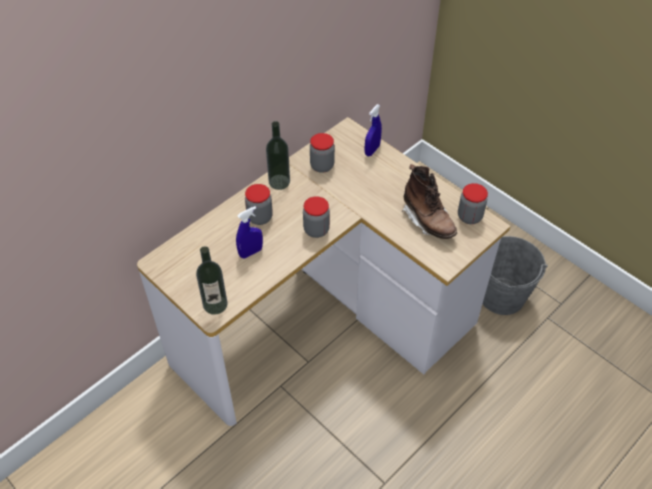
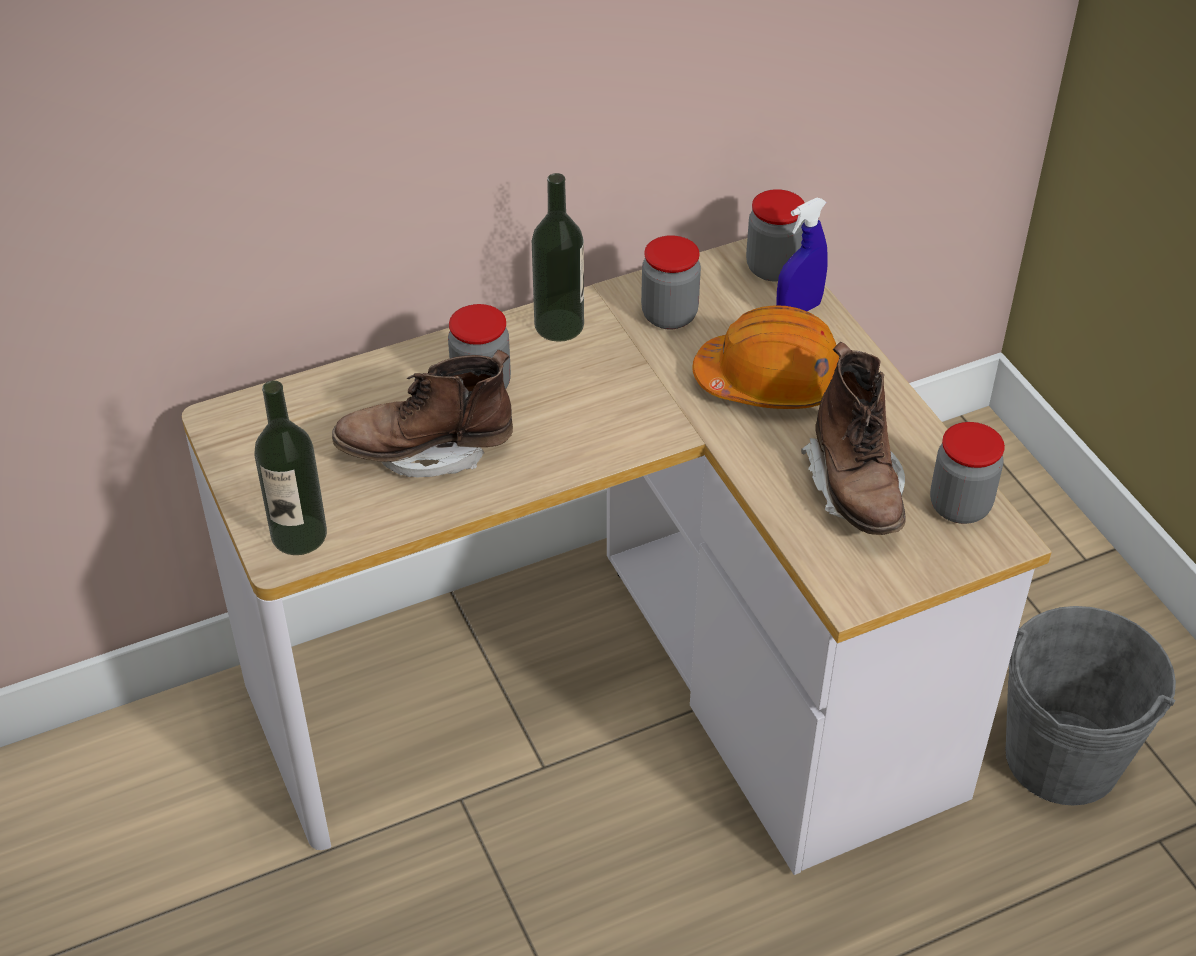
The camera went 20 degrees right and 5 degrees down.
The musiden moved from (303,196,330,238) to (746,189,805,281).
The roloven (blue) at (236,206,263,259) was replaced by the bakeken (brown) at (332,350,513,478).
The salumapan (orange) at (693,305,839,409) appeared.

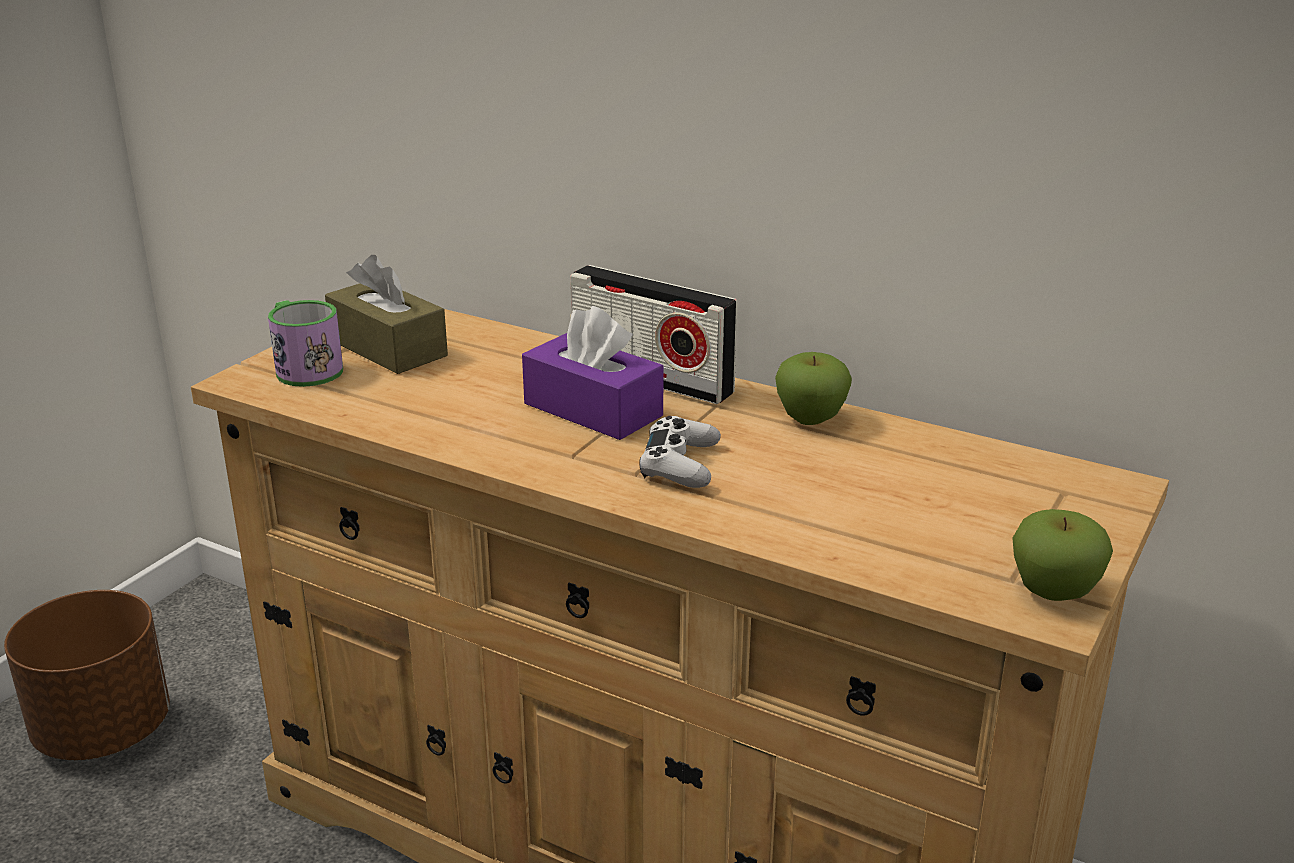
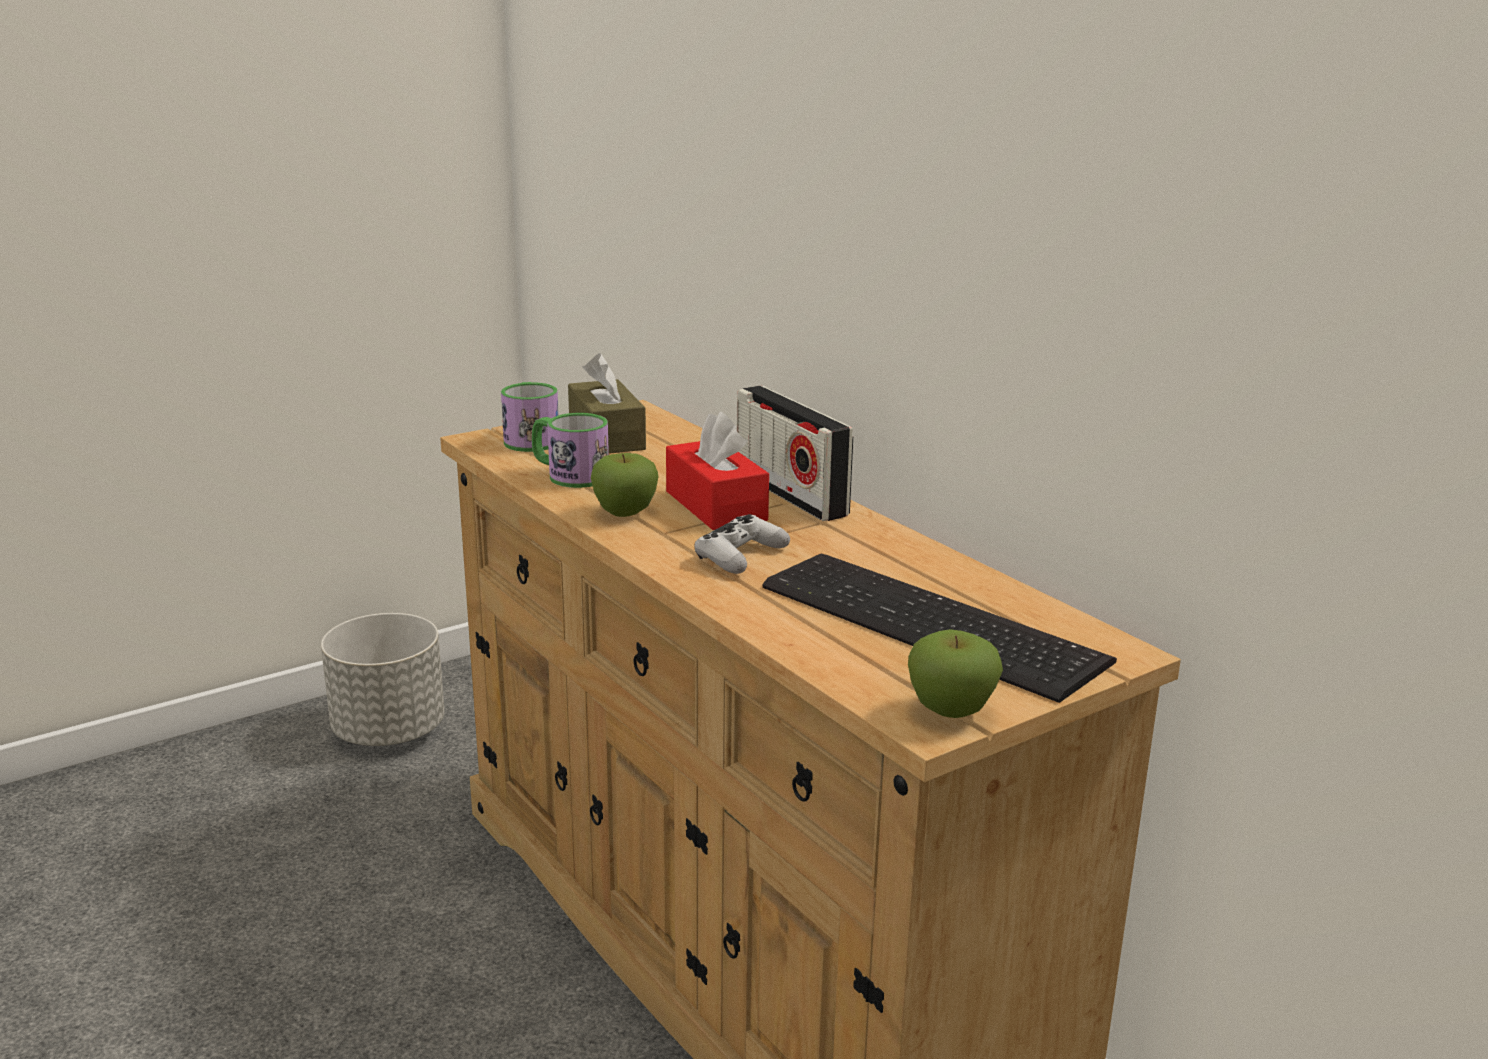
The camera went 25 degrees right and 5 degrees down.
The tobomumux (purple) at (522,306,664,440) became the tobomumux (red) at (666,411,769,530).
The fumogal moved from (775,352,852,425) to (591,453,659,517).
The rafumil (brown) at (4,590,170,760) became the rafumil (grey) at (321,613,445,746).
The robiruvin at (532,413,609,488) appeared.
The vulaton at (763,554,1117,703) appeared.

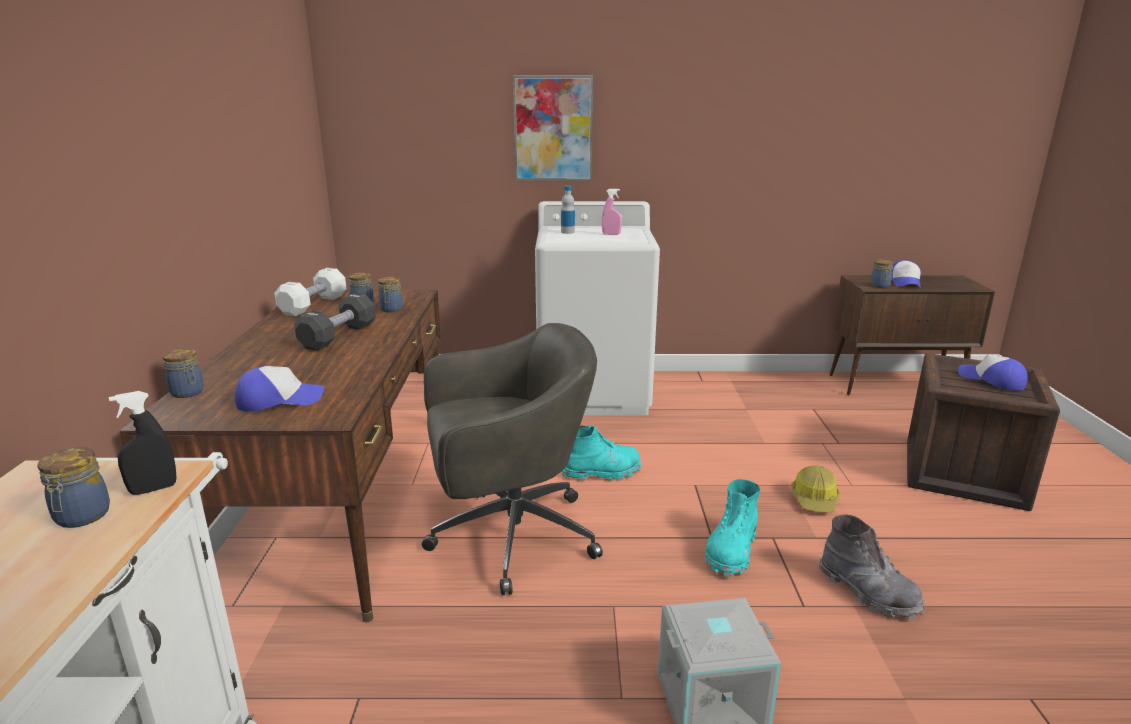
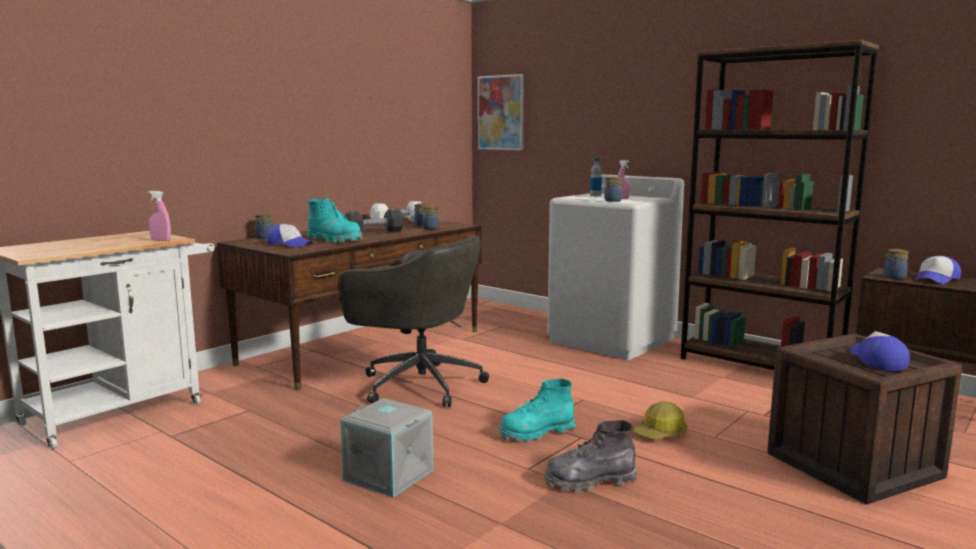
The camera went 40 degrees right and 10 degrees down.
The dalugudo moved from (513,76,593,181) to (478,74,524,150).
The roloven (black) at (109,391,177,495) became the roloven (pink) at (148,191,171,241).
The bakeken (turquoise) moved from (561,425,641,481) to (307,198,362,243).
The musiden moved from (37,447,110,528) to (605,177,622,202).
The bakeken (grey) at (819,514,925,620) turned 75 degrees clockwise.
The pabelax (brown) at (681,40,879,370) appeared.

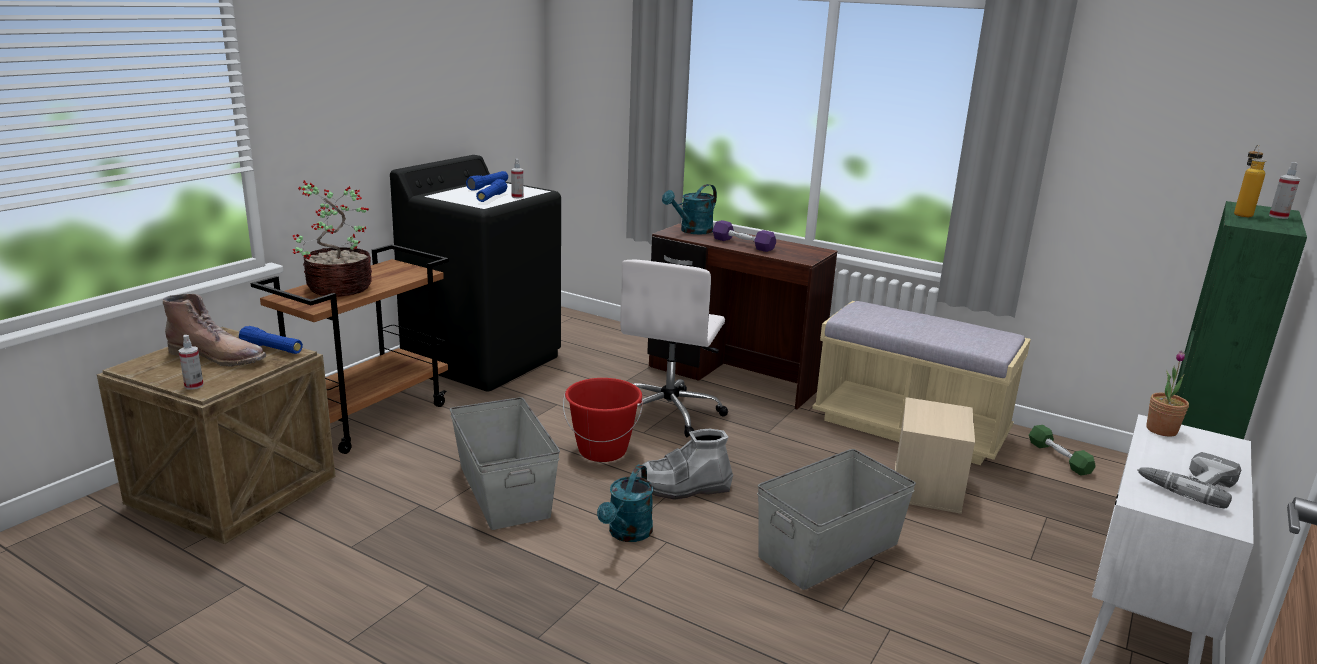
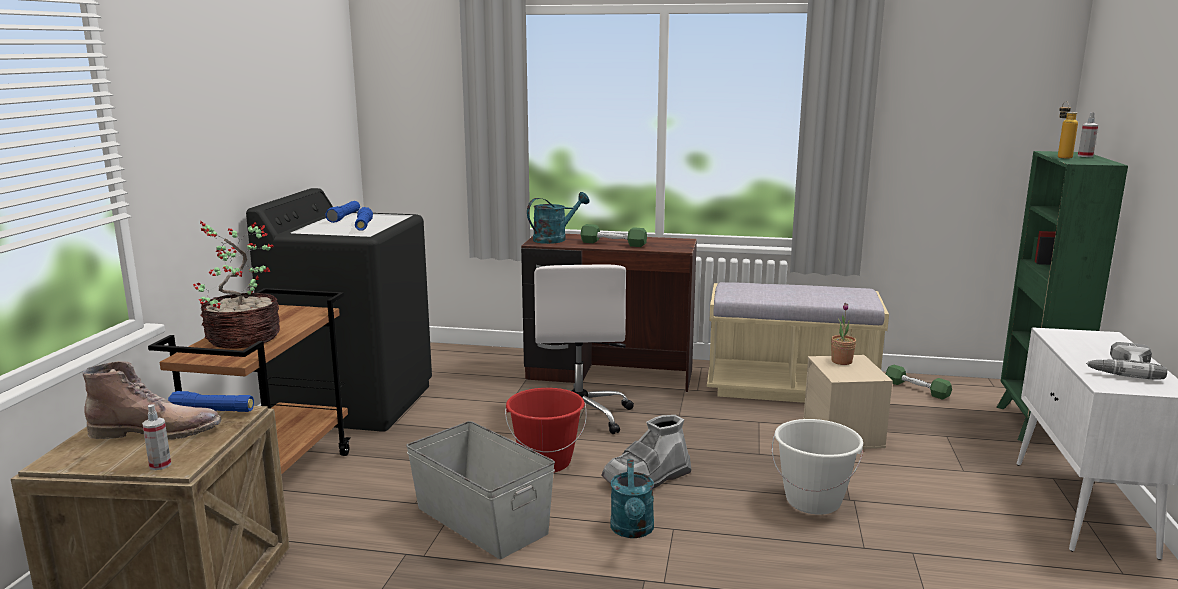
The camera went 20 degrees left and 5 degrees down.
The roloven at (511,159,524,198) disappeared.
The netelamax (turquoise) at (662,184,717,234) turned 150 degrees counterclockwise.
The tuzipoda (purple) at (713,220,776,252) became the tuzipoda (green) at (581,224,647,247).
The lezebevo moved from (1146,351,1189,437) to (831,303,856,365).
The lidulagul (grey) at (757,449,916,590) was replaced by the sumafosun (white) at (772,419,863,515).

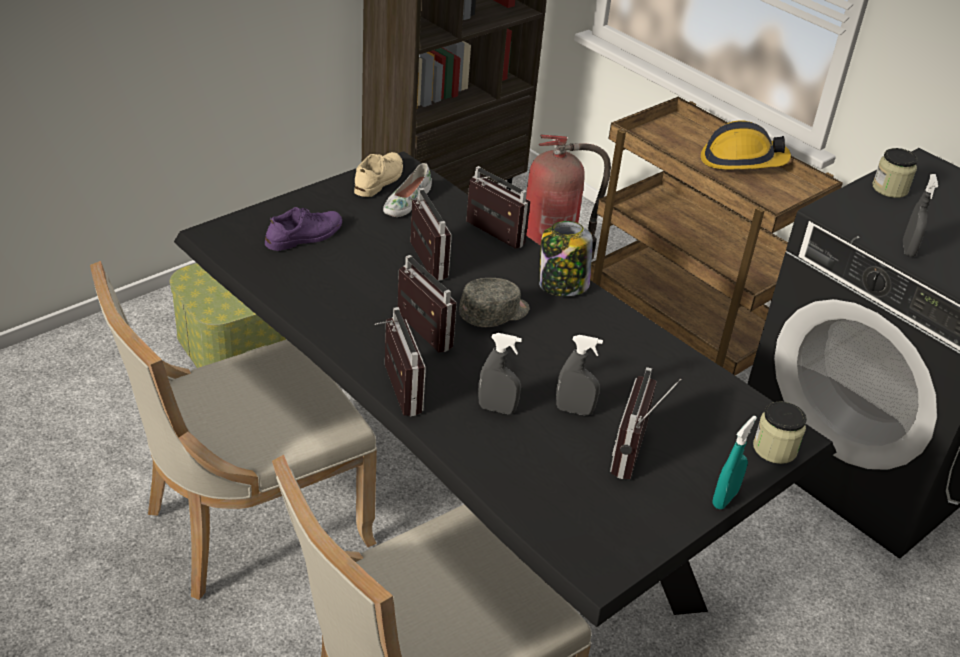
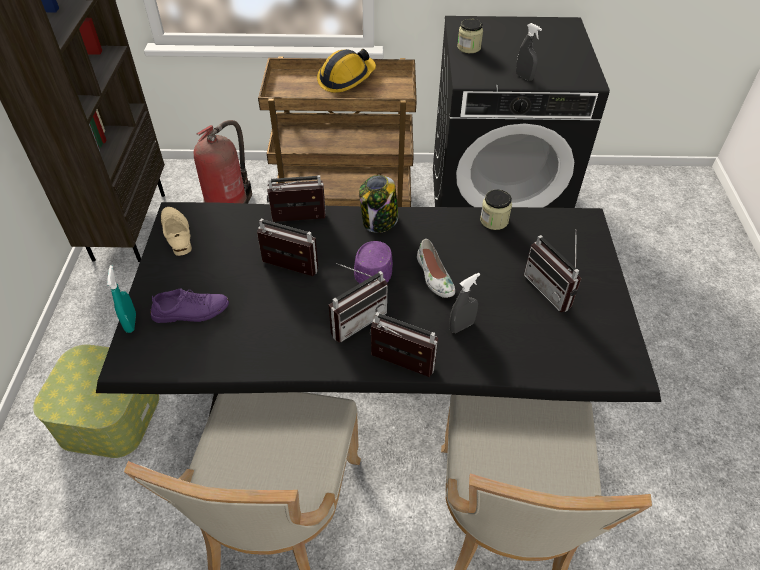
The camera went 45 degrees left and 10 degrees up.
The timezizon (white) moved from (383,163,432,217) to (417,239,455,298).
The timezizon (purple) at (265,207,342,251) turned 75 degrees clockwise.
The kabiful at (398,255,457,353) turned 135 degrees clockwise.
The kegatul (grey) at (459,278,530,327) became the kegatul (purple) at (354,241,393,283).
The roloven (grey) at (556,335,603,416) disappeared.
The musiden moved from (753,401,807,464) to (480,189,512,230).
The roloven (turquoise) moved from (712,416,757,509) to (107,265,136,333).

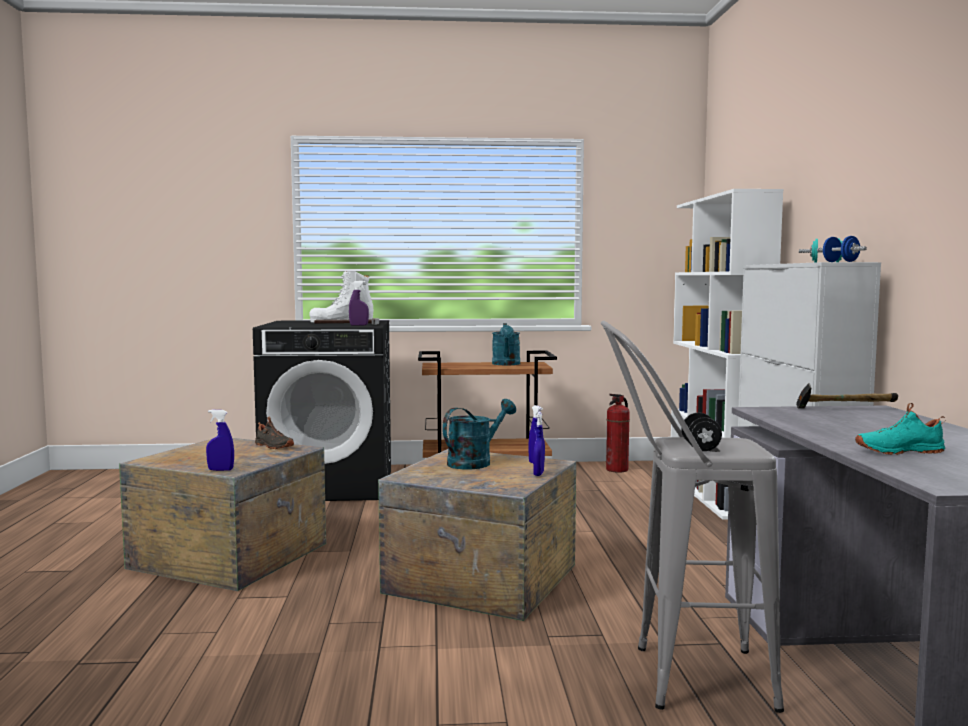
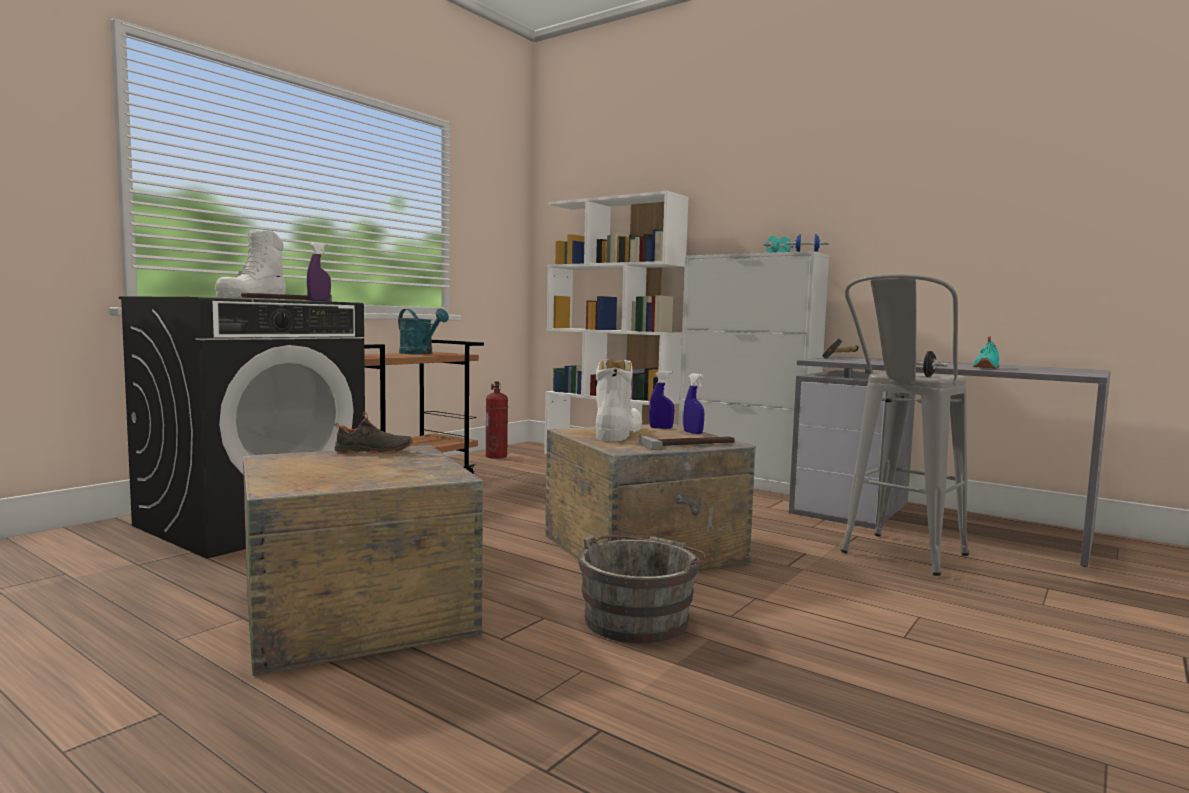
The camera went 50 degrees left and 0 degrees up.
The netelamax (turquoise) at (442,399,516,469) was replaced by the bakeken (white) at (595,359,642,441).
The roloven (blue) at (206,410,234,471) disappeared.
The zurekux at (639,435,735,450) appeared.
The sumafosun (grey) at (578,535,706,643) appeared.

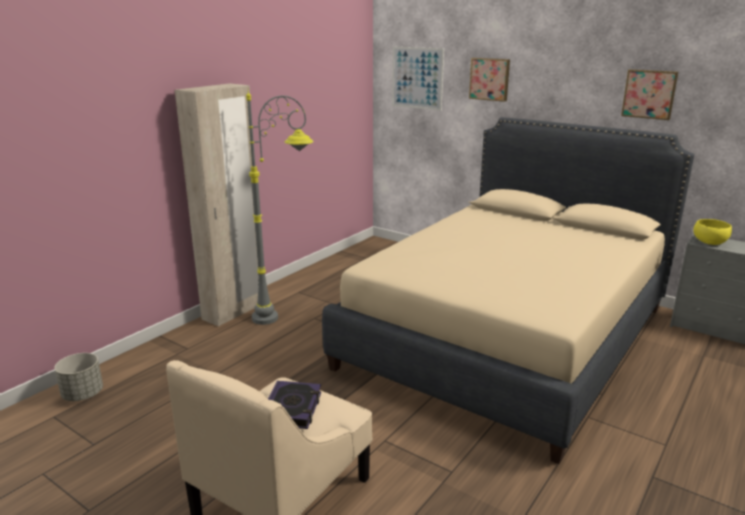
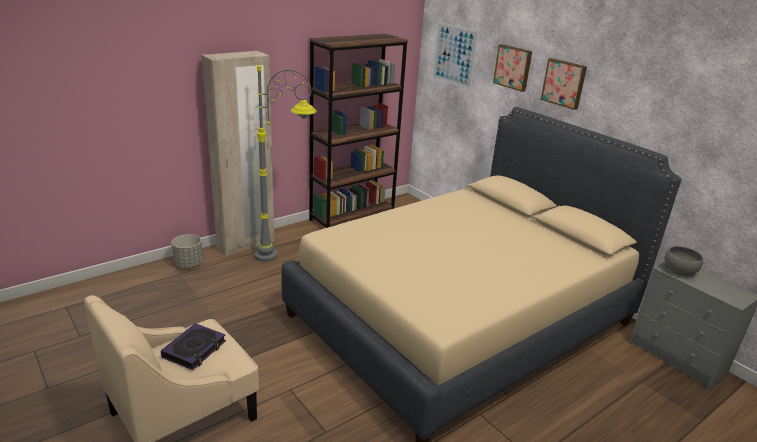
The camera went 15 degrees right and 5 degrees up.
The dalugudo moved from (621,69,678,120) to (541,58,587,110).
The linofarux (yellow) at (693,219,732,245) became the linofarux (grey) at (665,246,703,276).
The rafumil (grey) moved from (54,353,103,401) to (172,234,203,268).
The pabelax (brown) at (309,34,408,228) appeared.

